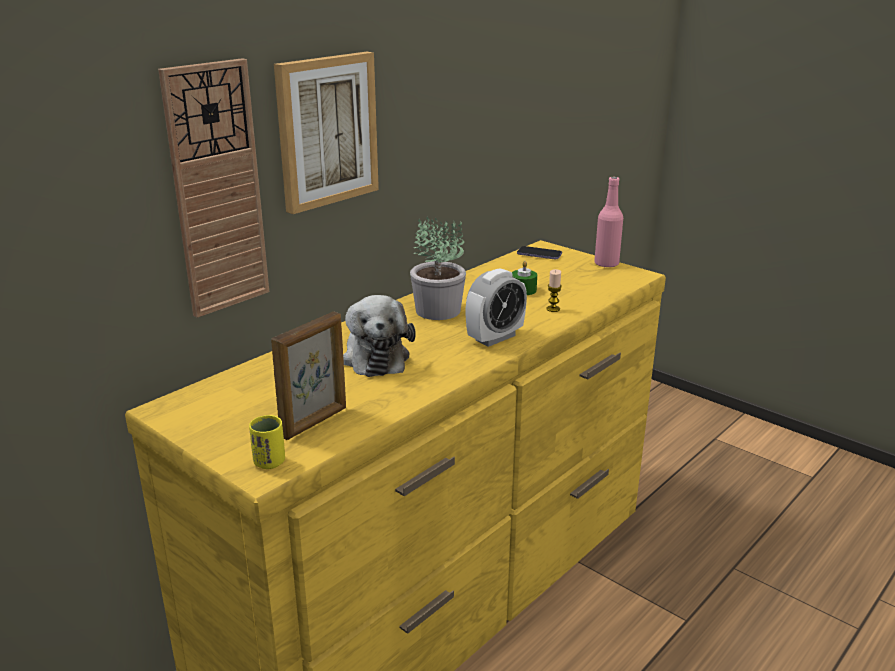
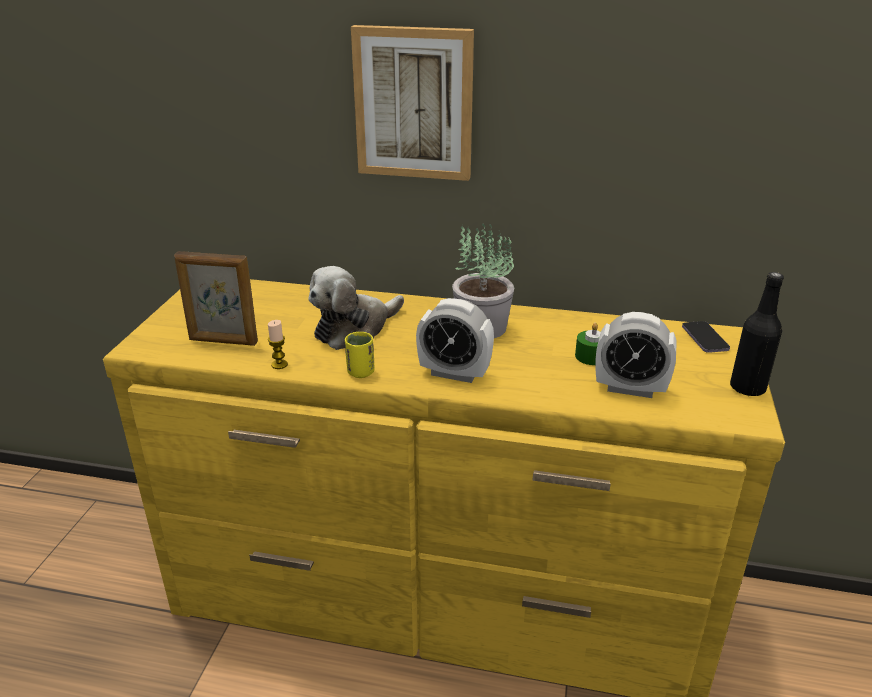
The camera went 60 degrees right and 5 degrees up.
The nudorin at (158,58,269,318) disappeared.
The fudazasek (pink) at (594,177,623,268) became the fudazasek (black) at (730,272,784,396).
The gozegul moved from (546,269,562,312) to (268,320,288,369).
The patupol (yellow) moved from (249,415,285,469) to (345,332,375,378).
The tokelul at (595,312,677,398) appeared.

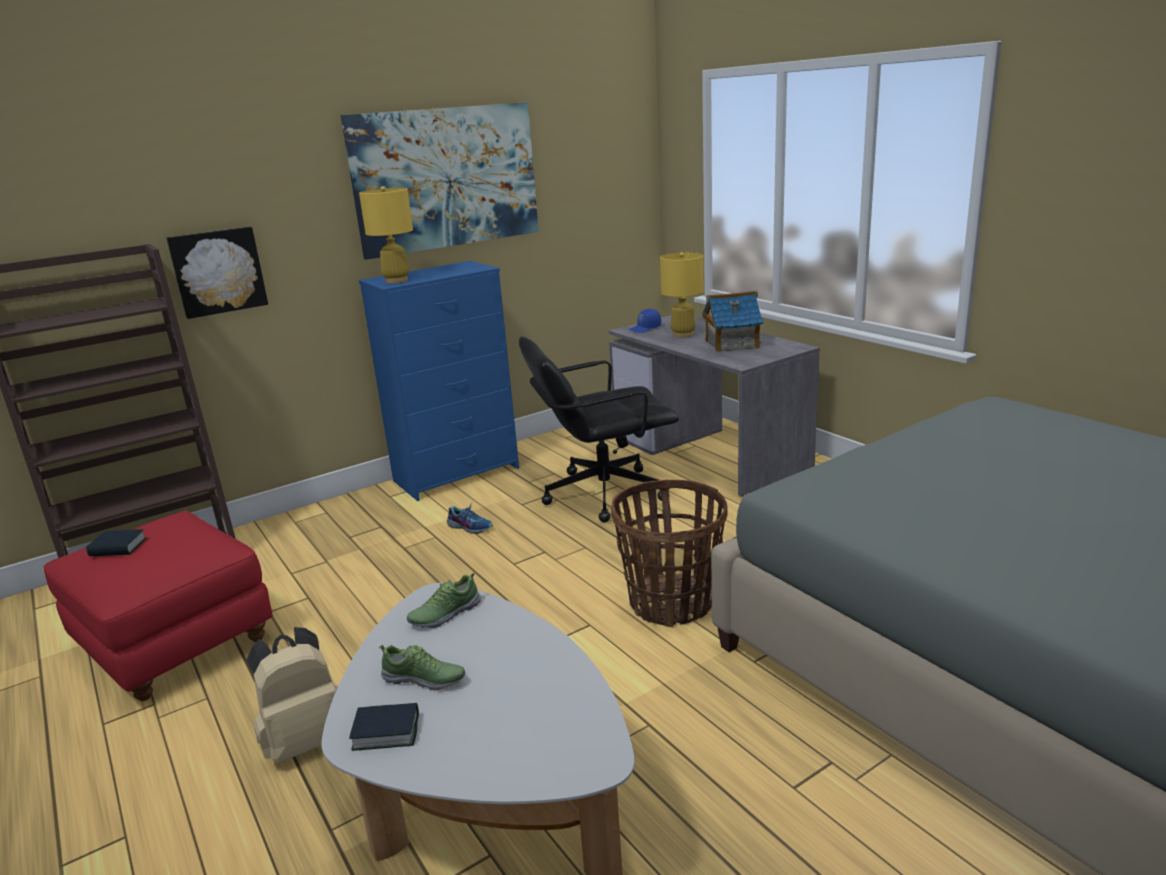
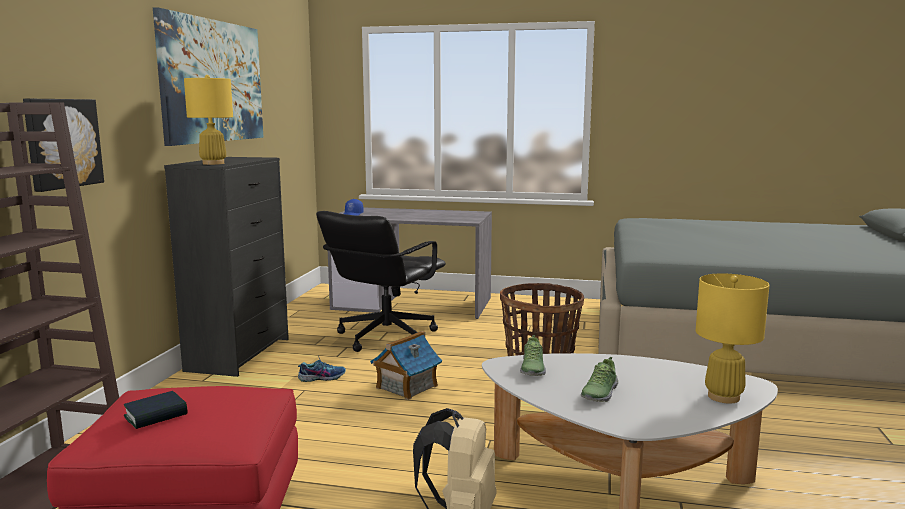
The camera went 45 degrees left and 10 degrees down.
The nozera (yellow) moved from (660,252,703,338) to (696,273,770,403).
The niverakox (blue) at (359,261,519,501) became the niverakox (black) at (164,157,289,377).
The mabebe moved from (702,291,763,353) to (370,331,442,400).
The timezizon at (379,644,465,690) turned 150 degrees clockwise.
The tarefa at (349,703,419,751) disappeared.

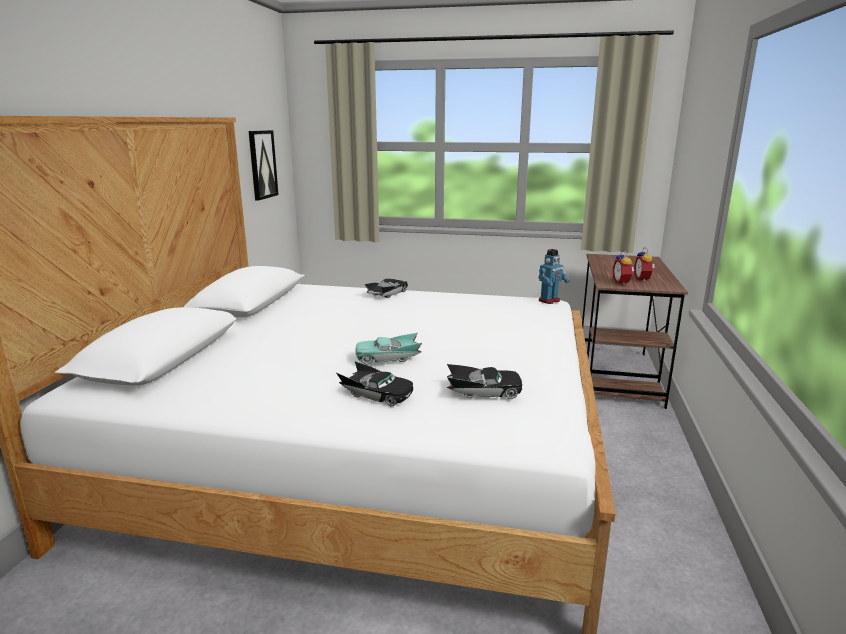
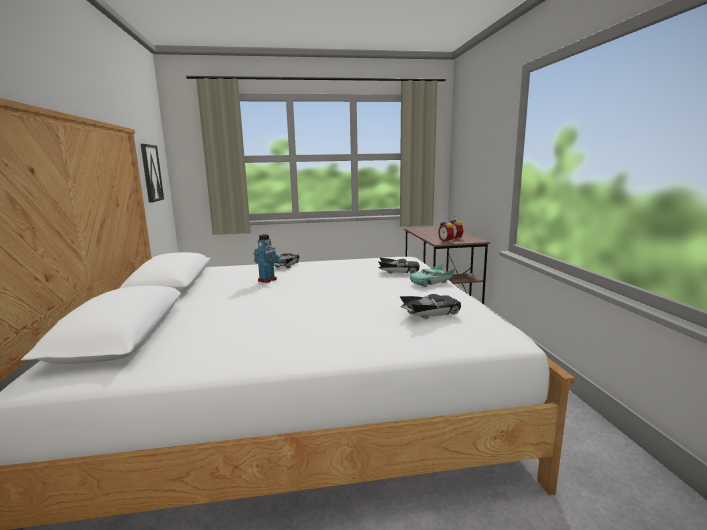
The camera went 20 degrees left and 5 degrees down.
The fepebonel moved from (538,249,570,304) to (254,234,283,283).
The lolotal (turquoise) moved from (355,333,422,364) to (410,264,456,287).
The lolotal (black) moved from (336,361,414,406) to (378,257,420,274).

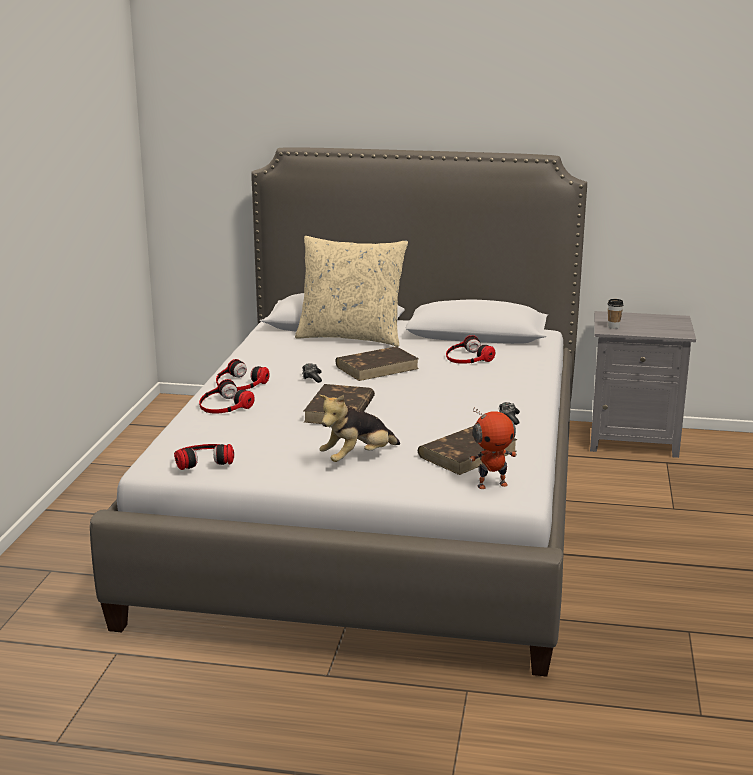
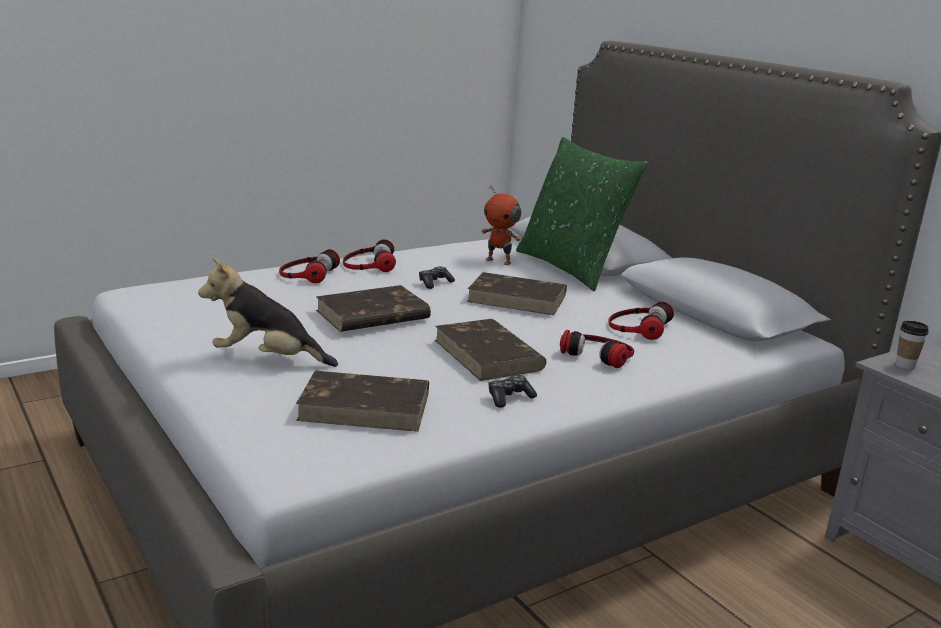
The camera went 45 degrees right and 0 degrees up.
The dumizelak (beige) at (295,236,408,347) became the dumizelak (green) at (516,137,648,291).
The fepebonel moved from (469,407,517,489) to (482,186,521,265).
The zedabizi moved from (174,444,234,470) to (560,330,634,368).
The tarefa (brown) at (435,319,546,381) appeared.

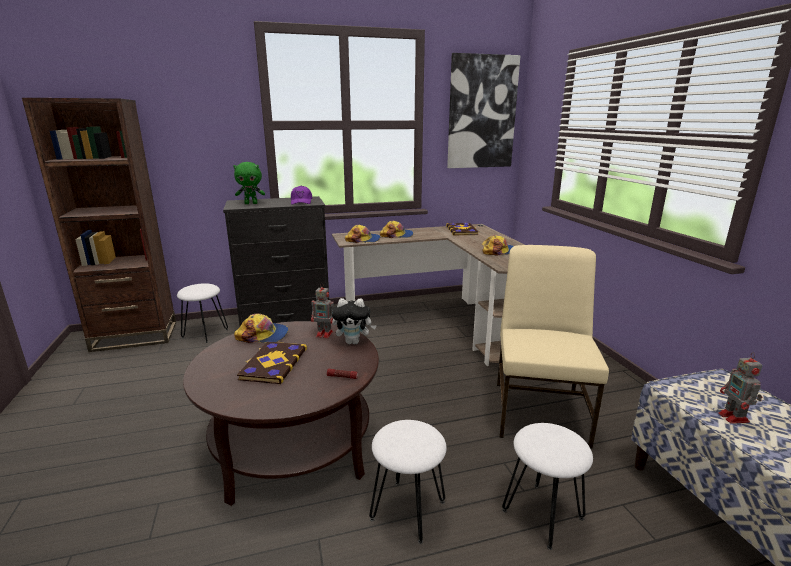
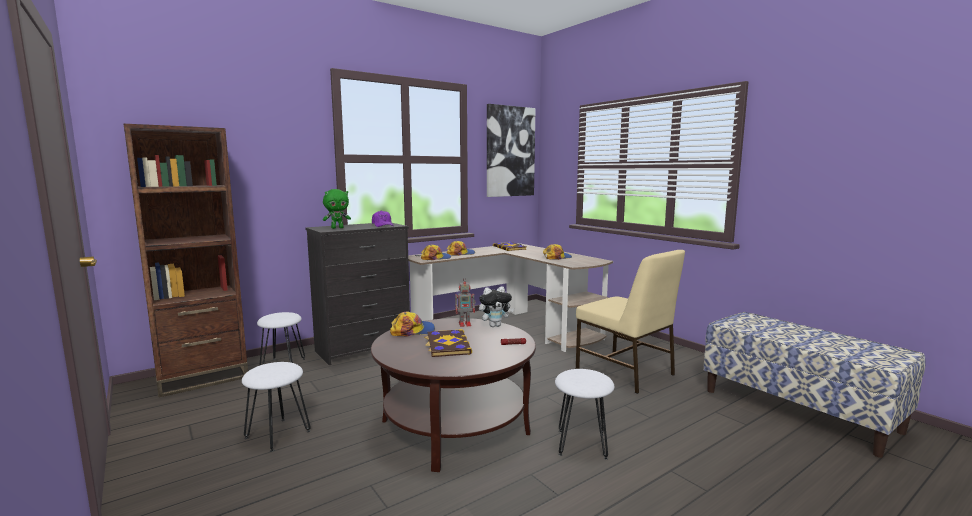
The camera went 20 degrees left and 10 degrees down.
The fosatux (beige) at (497,245,609,449) turned 150 degrees clockwise.
The fepebonel at (718,352,762,424) disappeared.
The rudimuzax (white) moved from (502,423,593,550) to (242,362,311,452).

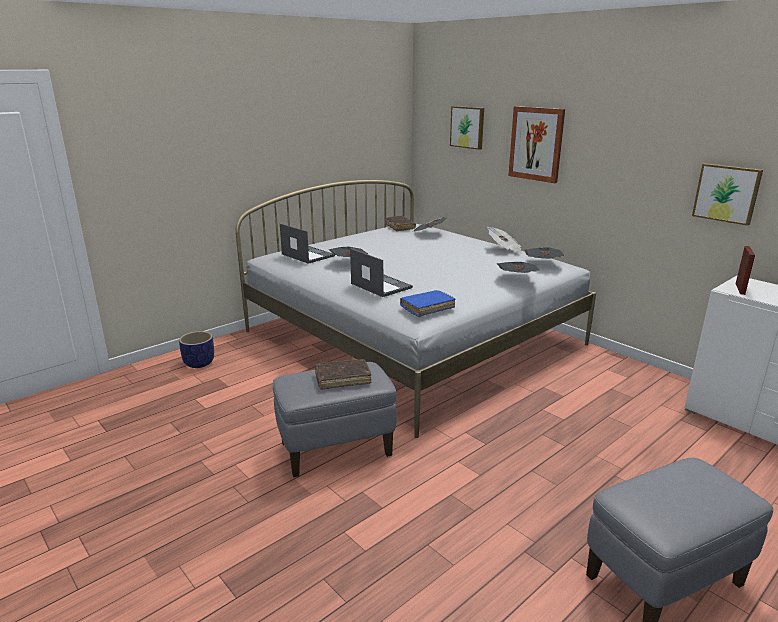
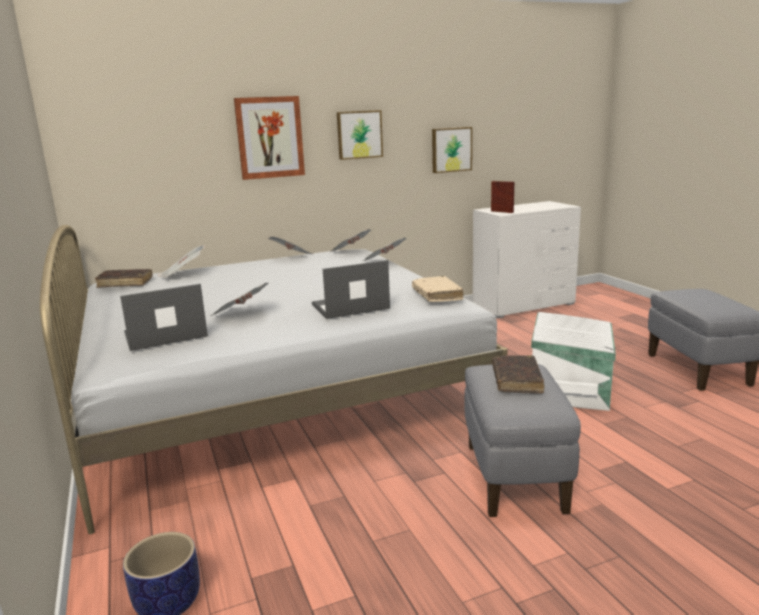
The camera went 70 degrees left and 5 degrees down.
The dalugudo moved from (450,106,484,150) to (337,110,383,160).
The tarefa (blue) at (400,290,456,317) became the tarefa (beige) at (412,276,463,302).
The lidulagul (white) at (531,312,616,411) appeared.

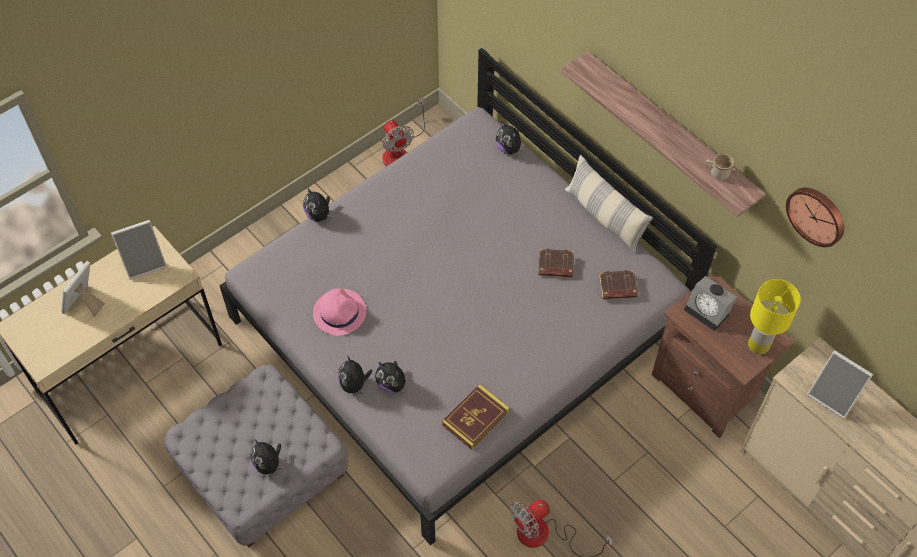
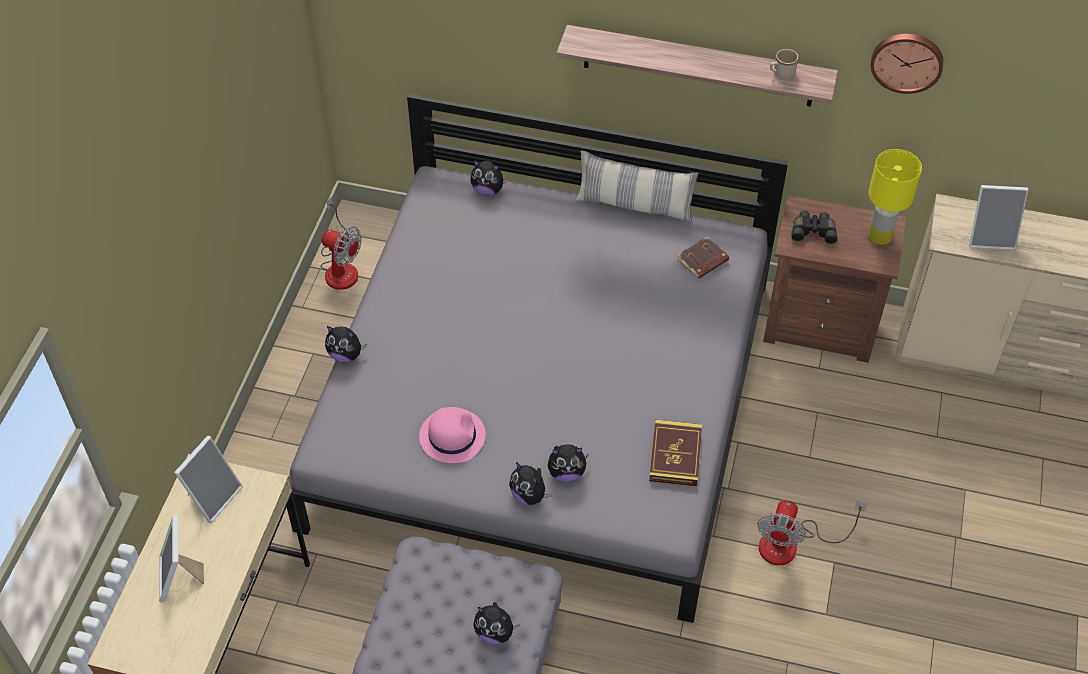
The camera went 35 degrees left and 5 degrees down.
The tarefa (brown) at (539,249,574,277) disappeared.
The tokelul at (684,276,737,331) was replaced by the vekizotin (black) at (792,211,837,244).

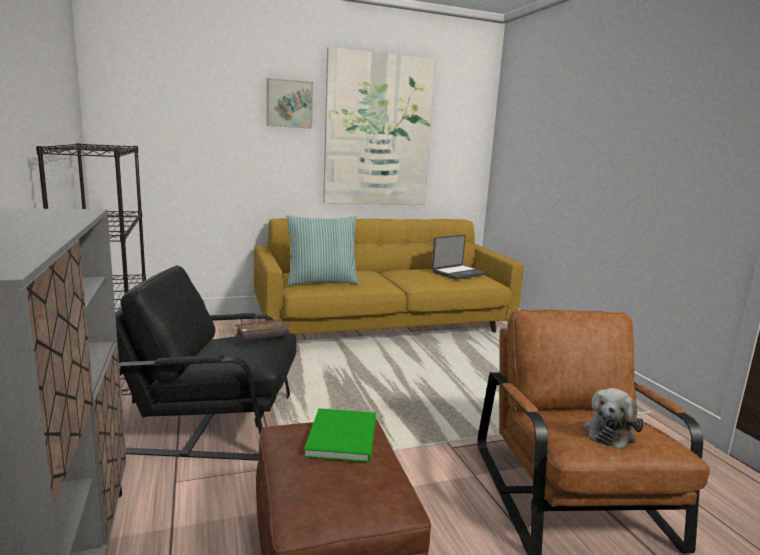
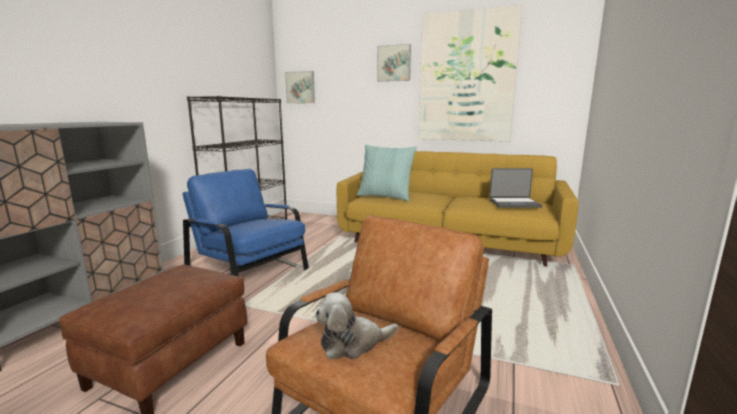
The camera went 40 degrees right and 0 degrees up.
The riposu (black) at (115,265,296,461) became the riposu (blue) at (183,169,309,276).
The tarefa (brown) at (235,319,289,341) disappeared.
The tarefa (green) at (304,408,376,462) disappeared.
The dalugudo at (285,71,315,104) appeared.

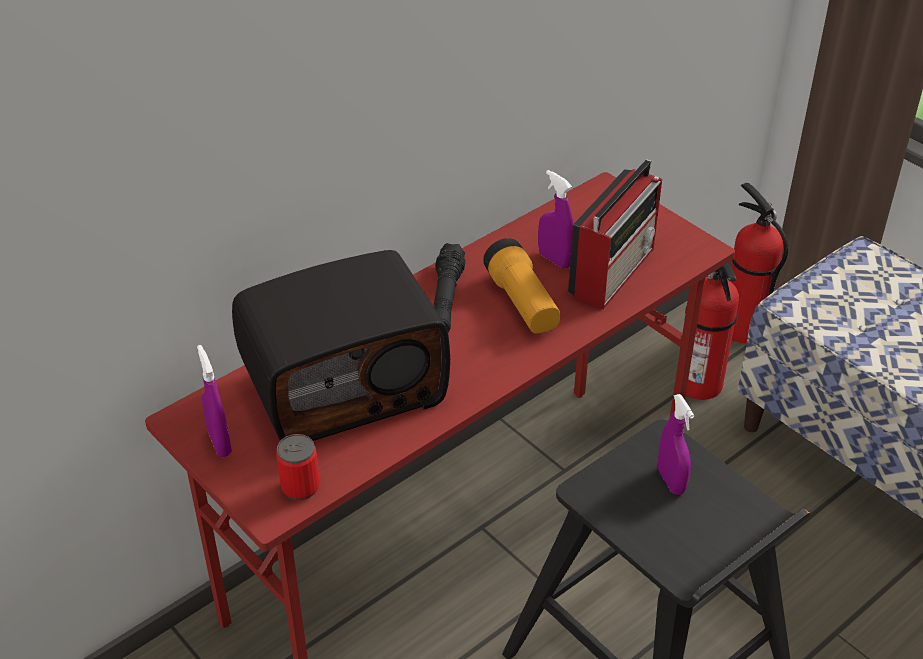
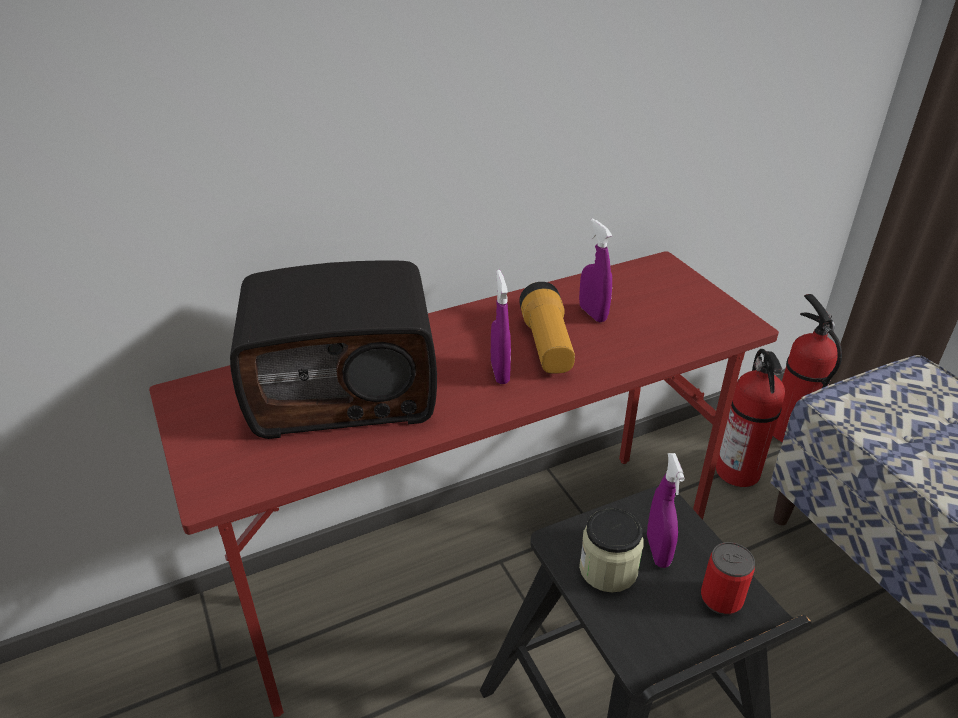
The camera went 15 degrees right and 5 degrees down.
The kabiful at (568,160,662,309) disappeared.
The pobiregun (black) at (433,243,465,332) disappeared.
The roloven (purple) moved from (197,345,232,457) to (491,270,511,384).
The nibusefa moved from (276,434,320,500) to (701,542,755,615).
The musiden at (579,508,643,592) appeared.

